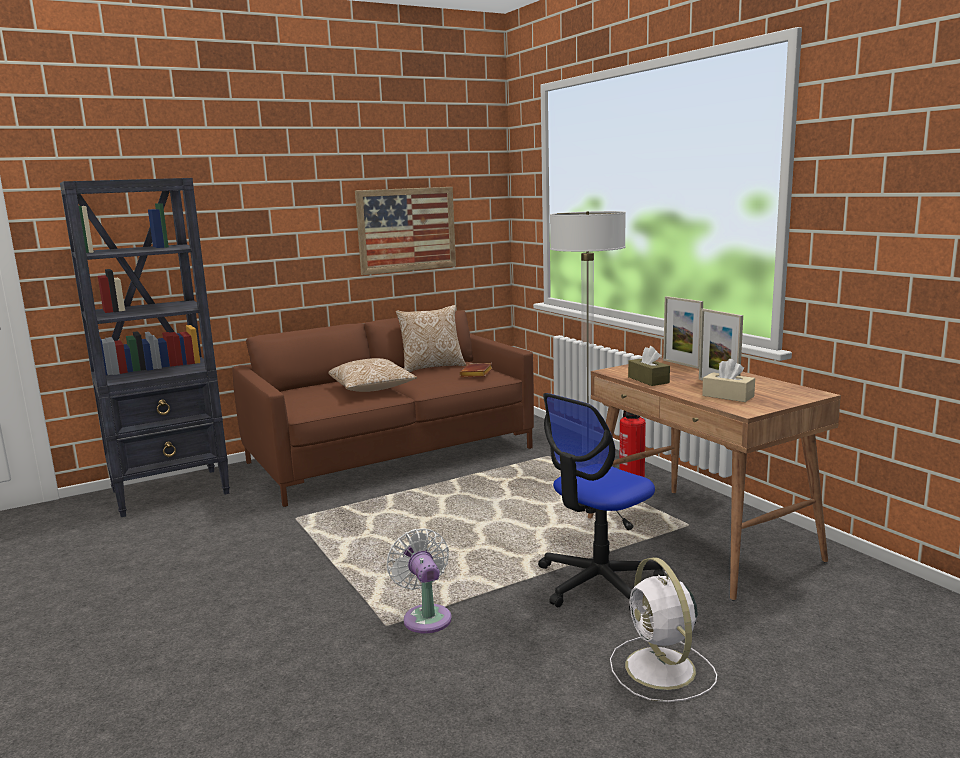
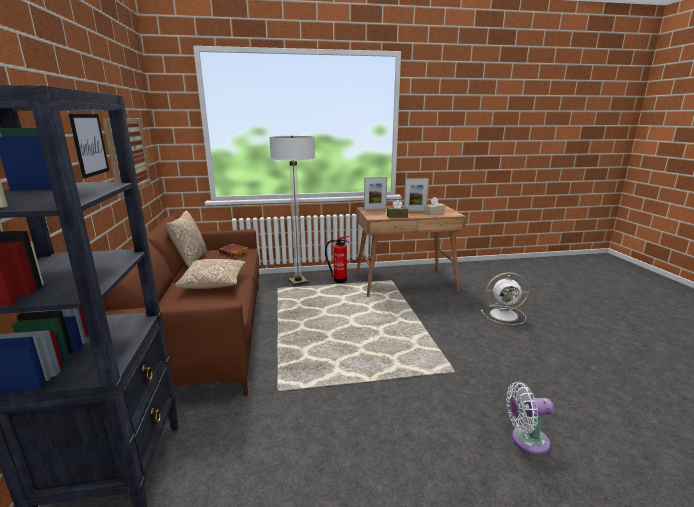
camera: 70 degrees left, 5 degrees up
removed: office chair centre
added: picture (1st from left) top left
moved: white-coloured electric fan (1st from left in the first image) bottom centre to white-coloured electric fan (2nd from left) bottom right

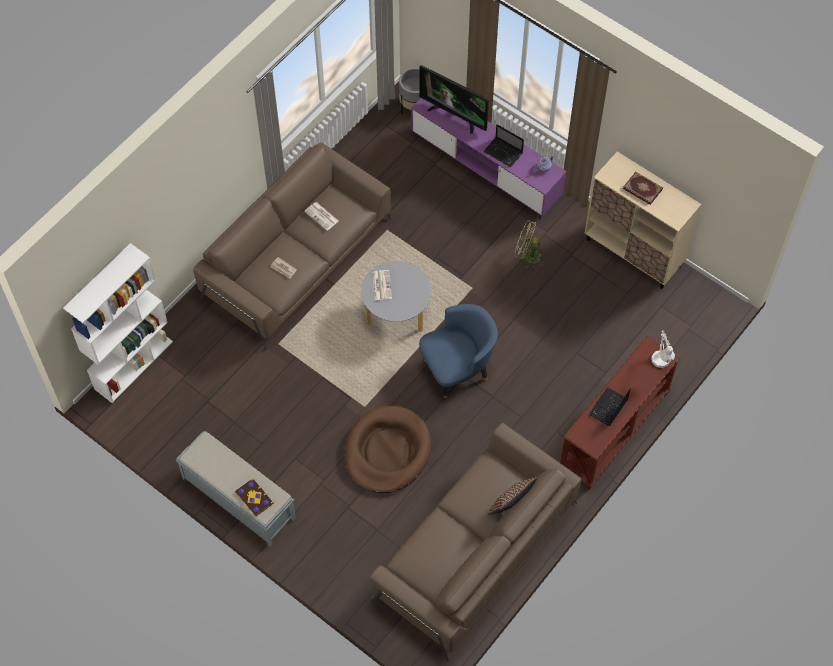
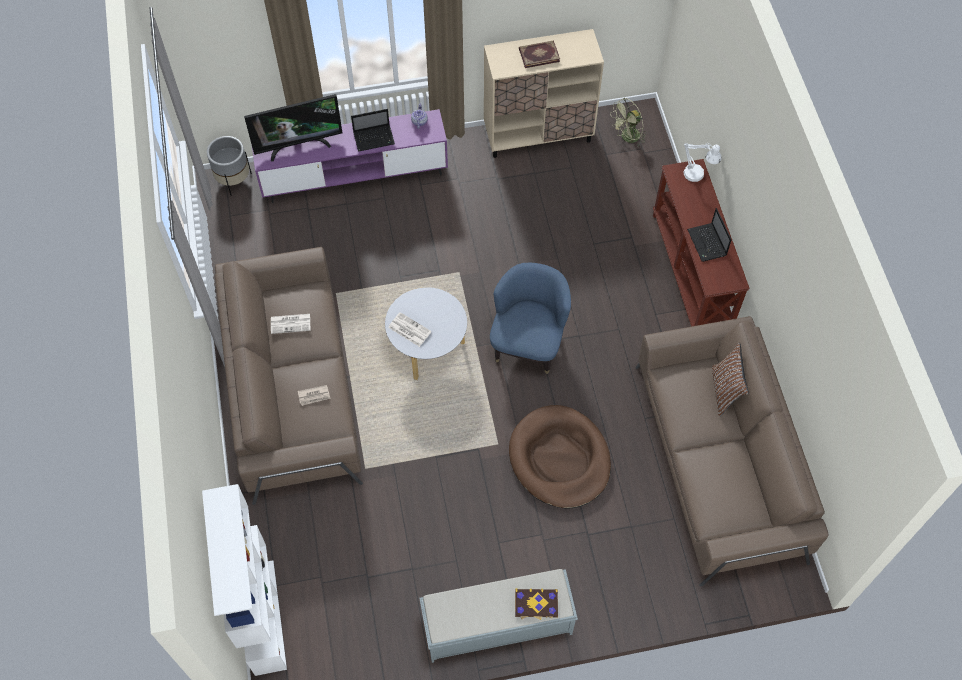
camera: 50 degrees left, 0 degrees up
moved: green-coloured electric fan centre to top centre

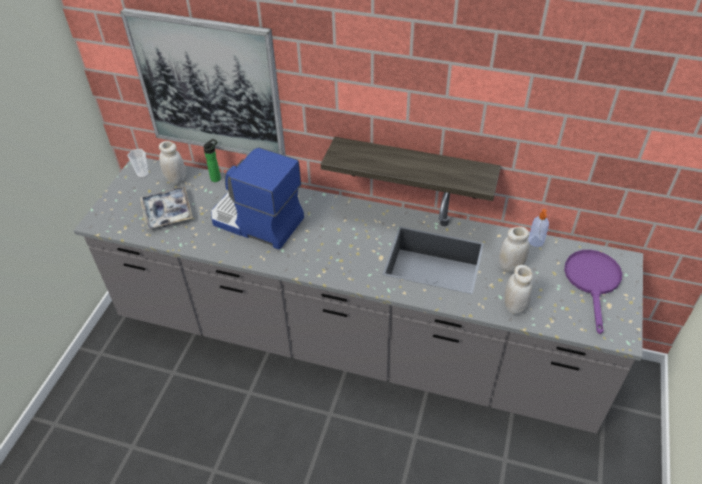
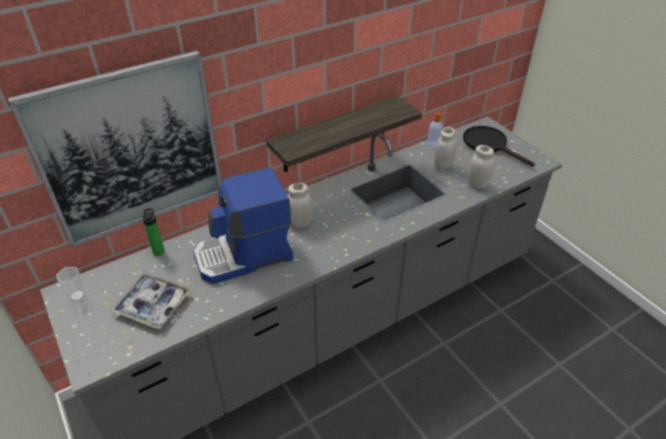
camera: 50 degrees left, 5 degrees down
moved: white-coloured storage jar (1st from left) middle left to centre
recoloured: purple skillet middle right to black skillet top right

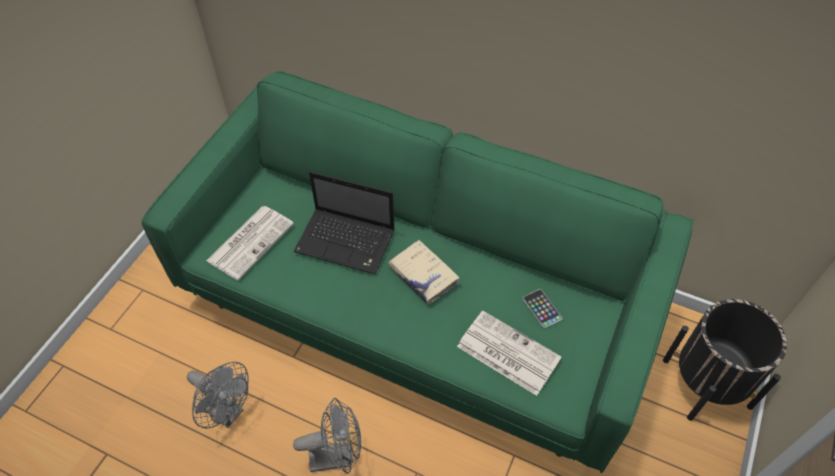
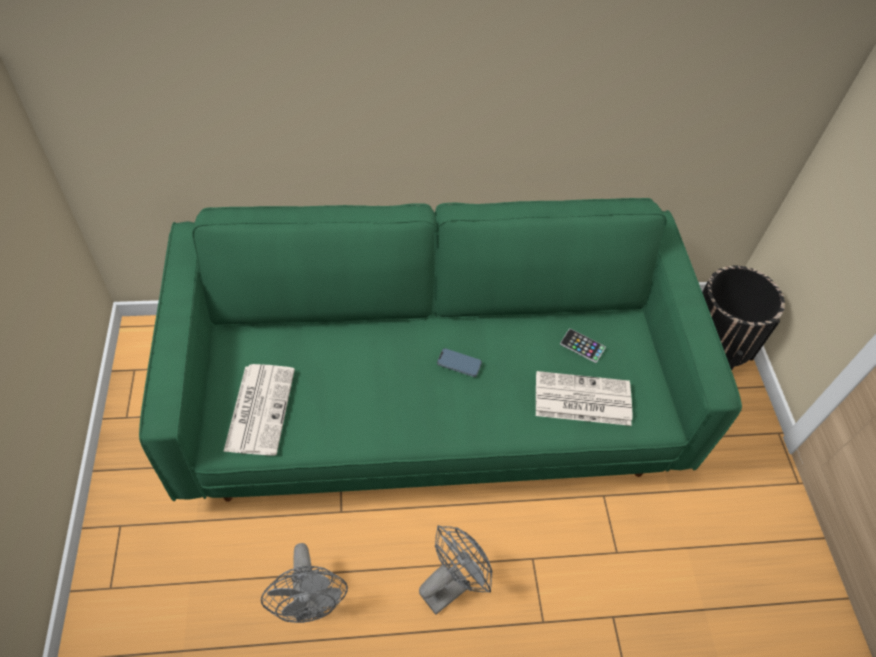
camera: 35 degrees left, 0 degrees up
removed: portable computer centre
replaced: sand-coloured book centre to telephone (1st from left) centre
turned: gray electric fan (1st from left) bottom left = bottom centre 75 degrees clockwise

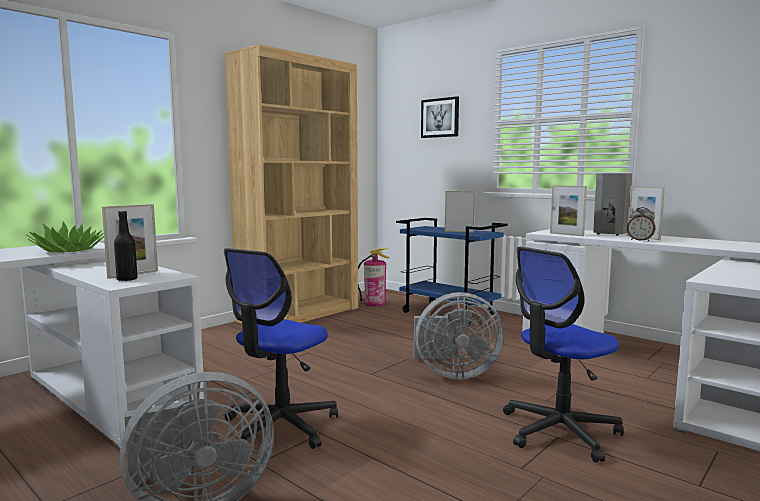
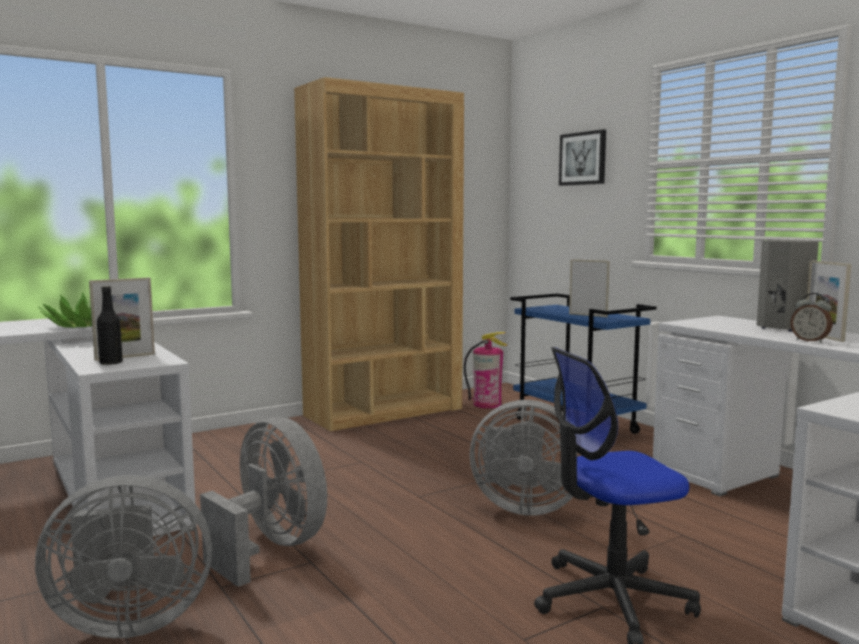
camera: 15 degrees right, 0 degrees up
removed: picture frame (3rd from left) middle right
replaced: office chair (1st from left) bottom centre to gray electric fan (2nd from left) bottom left

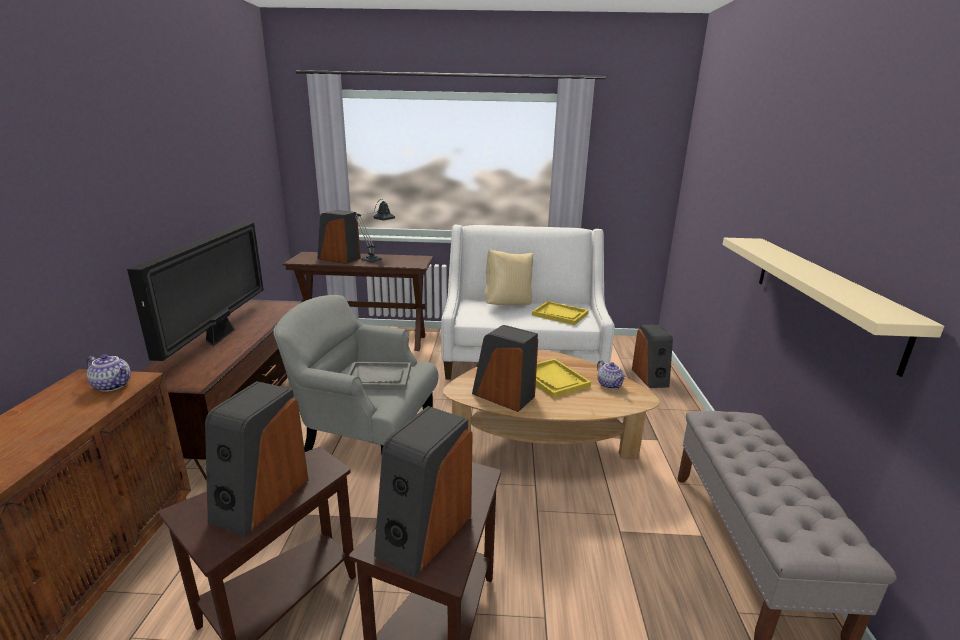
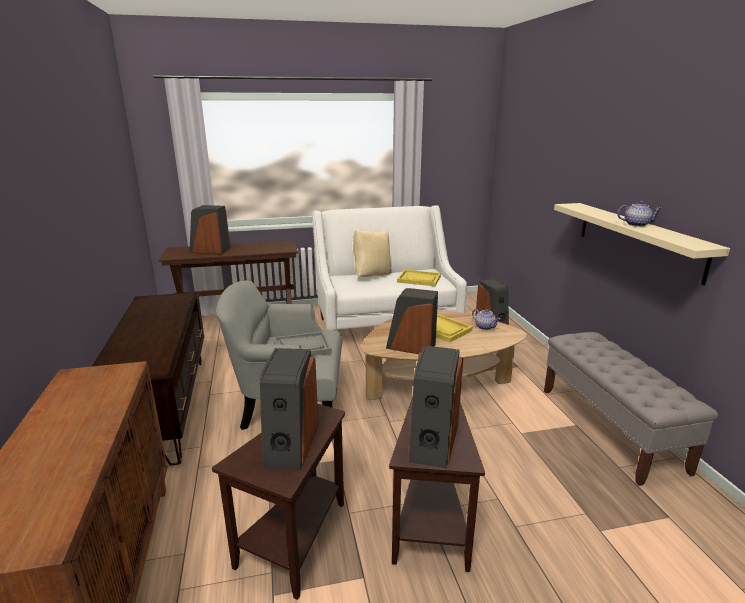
camera: 15 degrees left, 0 degrees up
removed: table lamp centre; TV set middle left
moved: teapot (1st from left in the first image) middle left to teapot (2nd from left) middle right

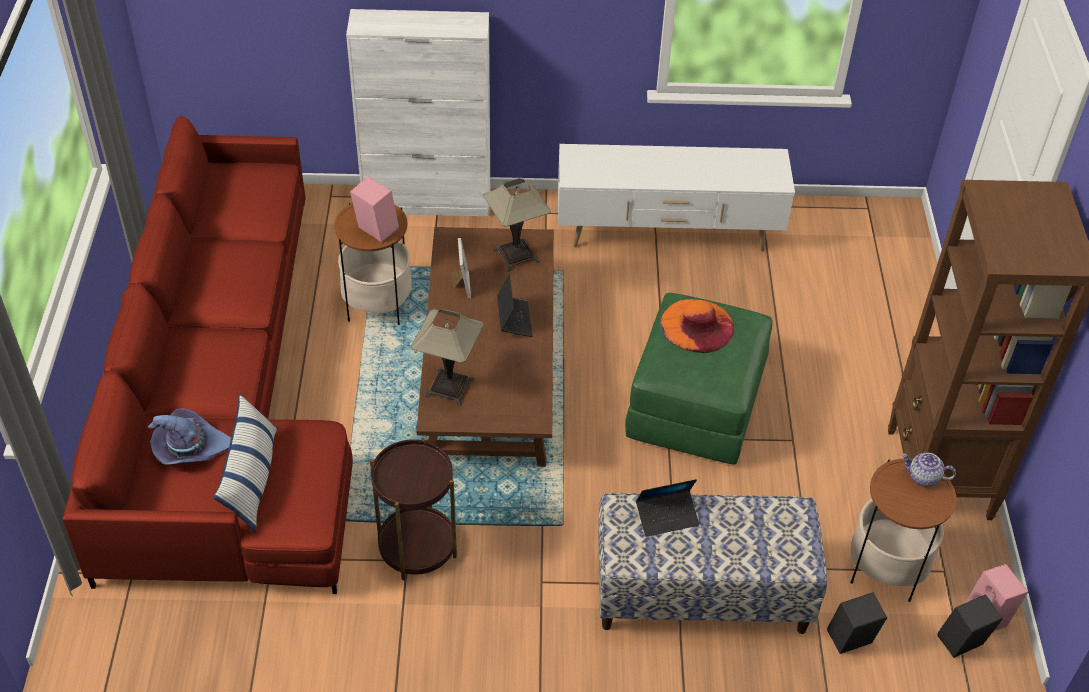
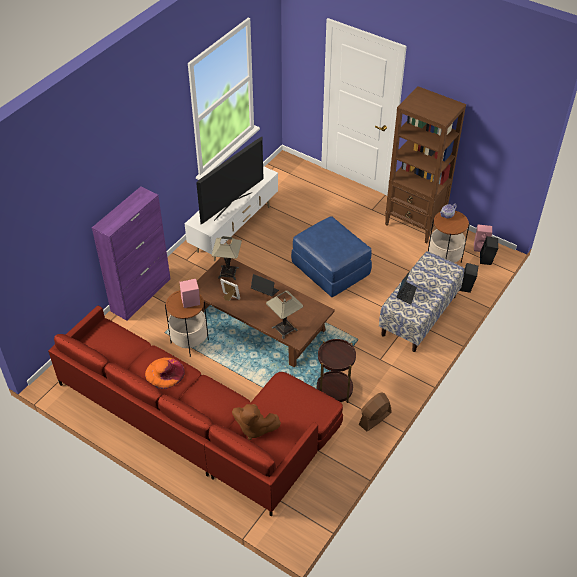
camera: 55 degrees left, 0 degrees up
removed: cushion bottom left
added: TV set top centre; brownish electric fan bottom centre
moved: orange-coloured clothing hat centre to middle left
replaced: purple clothing hat middle left to brownish plush toy bottom centre
recoloured: white-coloured storage cabinet top centre to purple storage cabinet middle left; green-coloured pouffe centre to blue-coloured pouffe centre

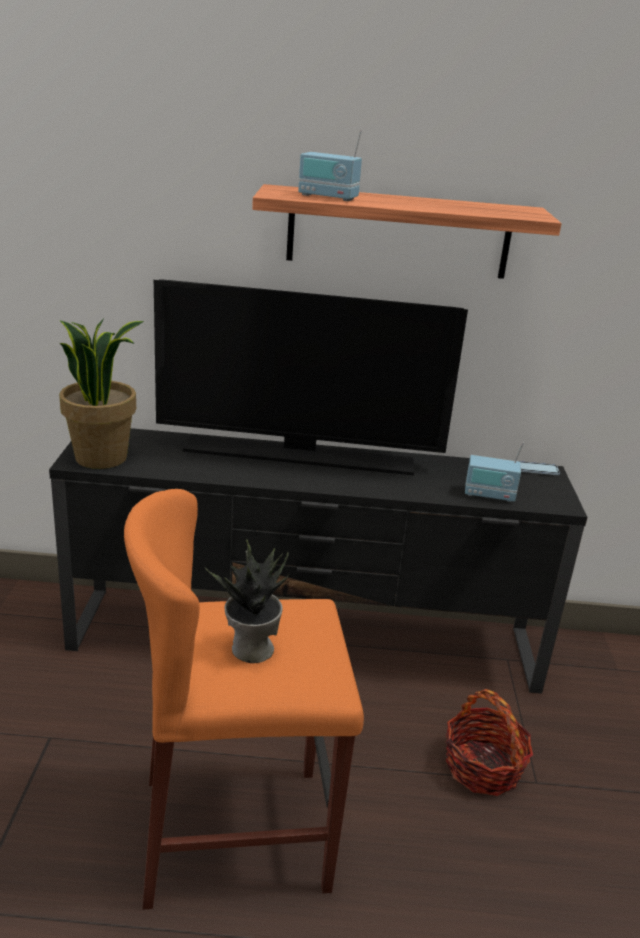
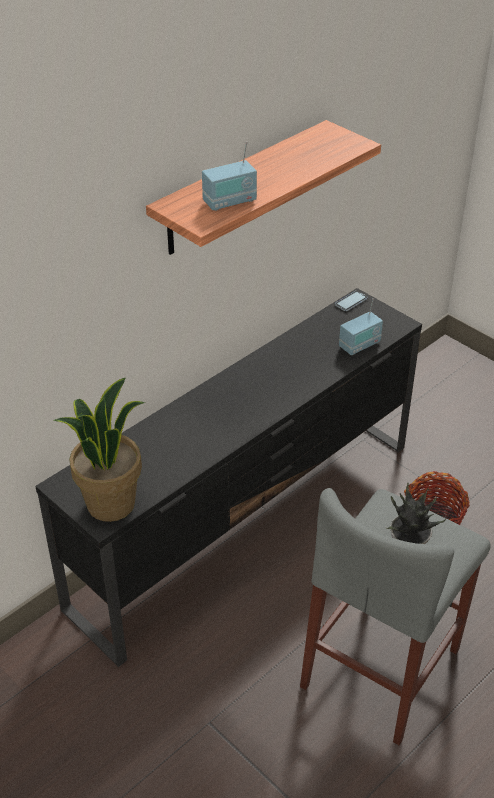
camera: 45 degrees left, 15 degrees up
removed: TV set centre
recoloured: orange-coloured sitting stool bottom centre to gray sitting stool bottom right

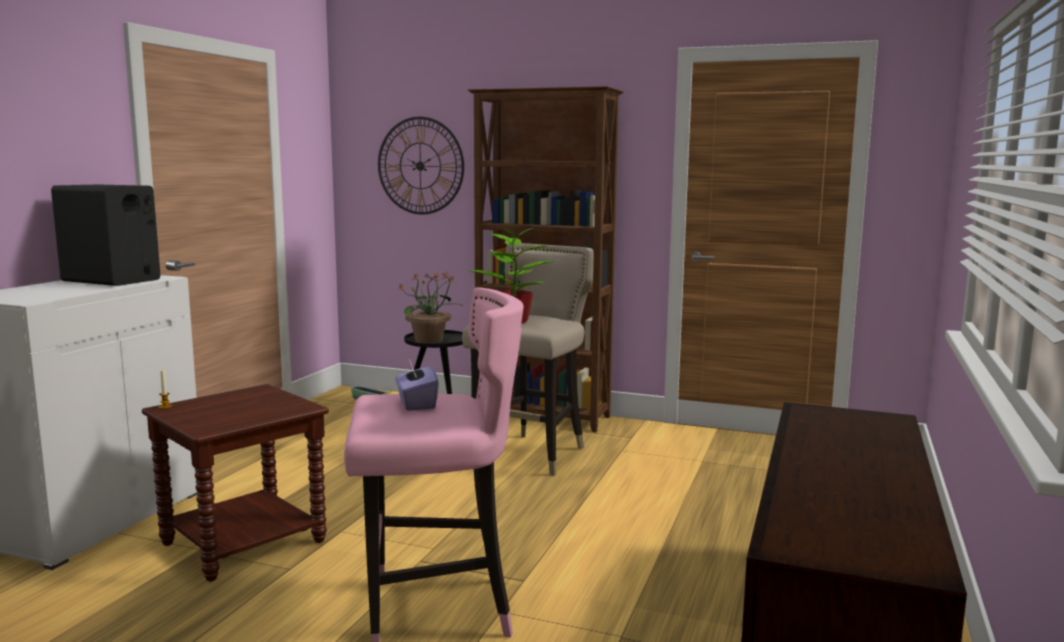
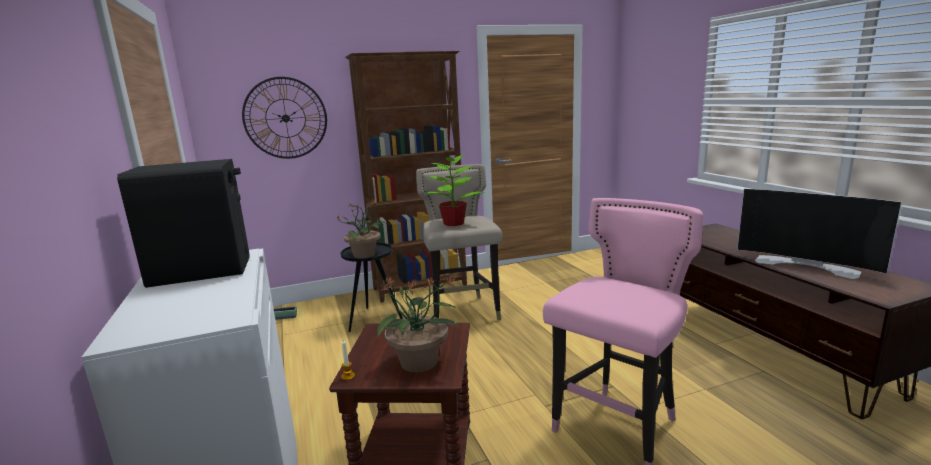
camera: 40 degrees left, 5 degrees up
removed: purple tissue box centre
added: TV set middle right; houseplant (2nd from left) bottom centre

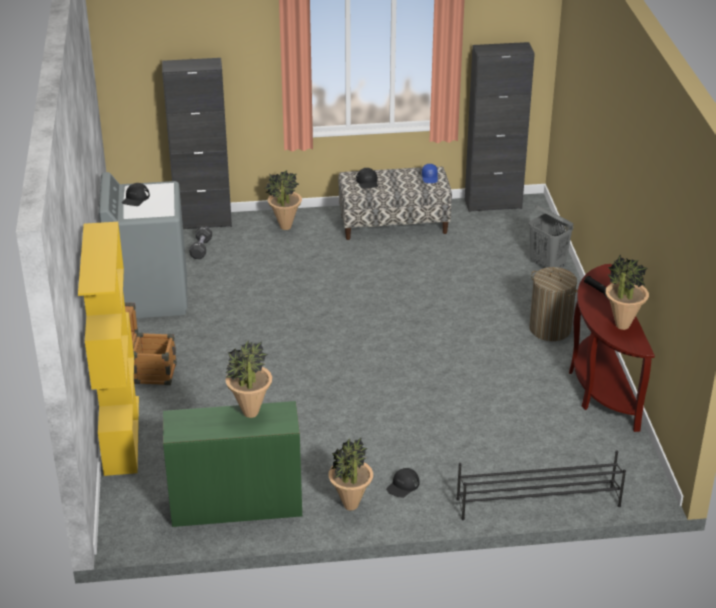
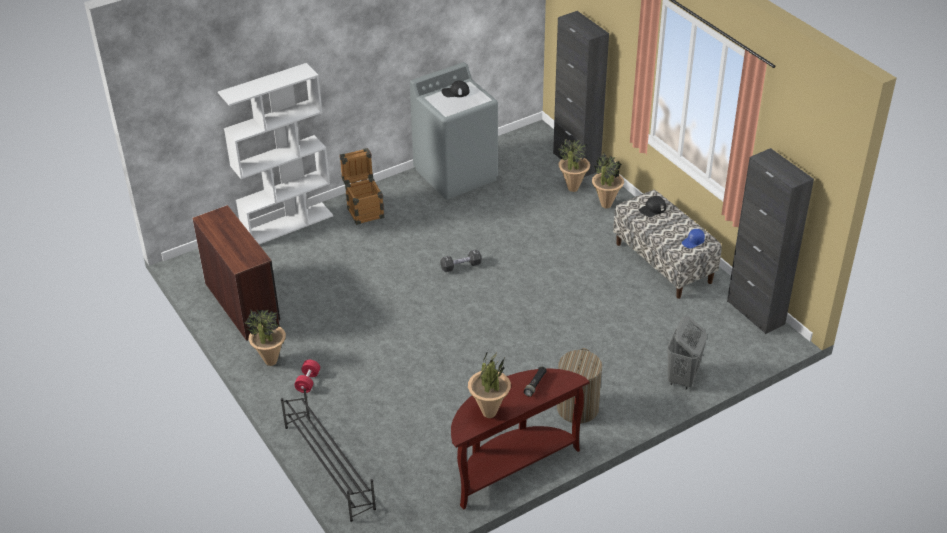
camera: 65 degrees right, 5 degrees up
moved: black free weight middle left to centre; houseplant (1st from left in the first image) centre to houseplant (3rd from left) top centre
replaced: black baseball cap (3rd from left) bottom centre to red-coloured free weight bottom left
recoloured: yellow-coloured bookshelf middle left to white-coloured bookshelf top left; green-coloured desk bottom left to brownish desk middle left

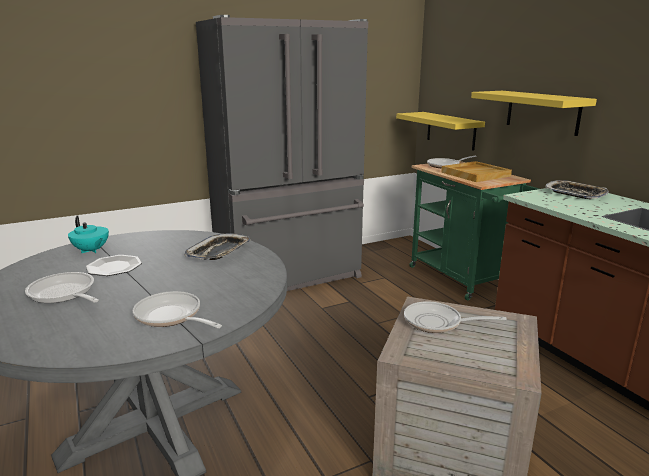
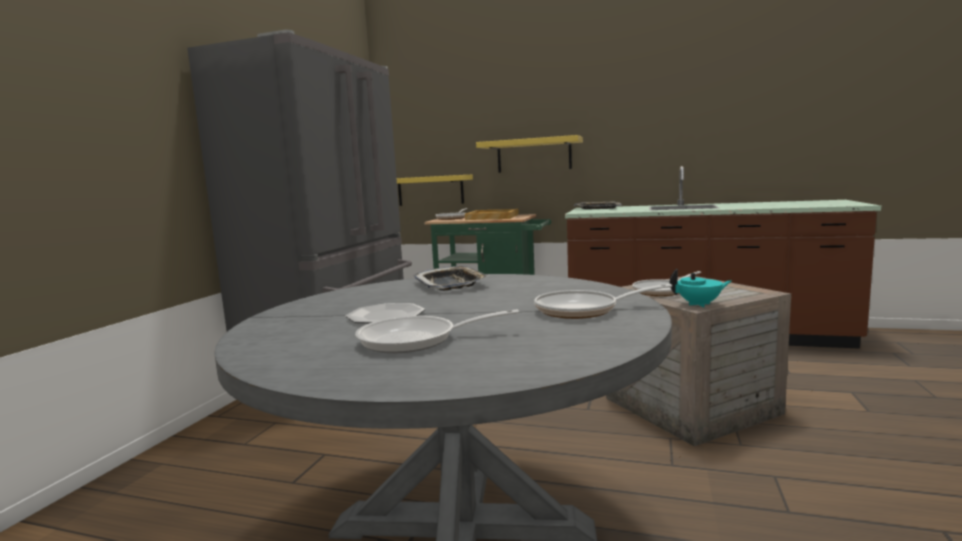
camera: 45 degrees left, 10 degrees down
moved: turquoise teapot middle left to middle right

